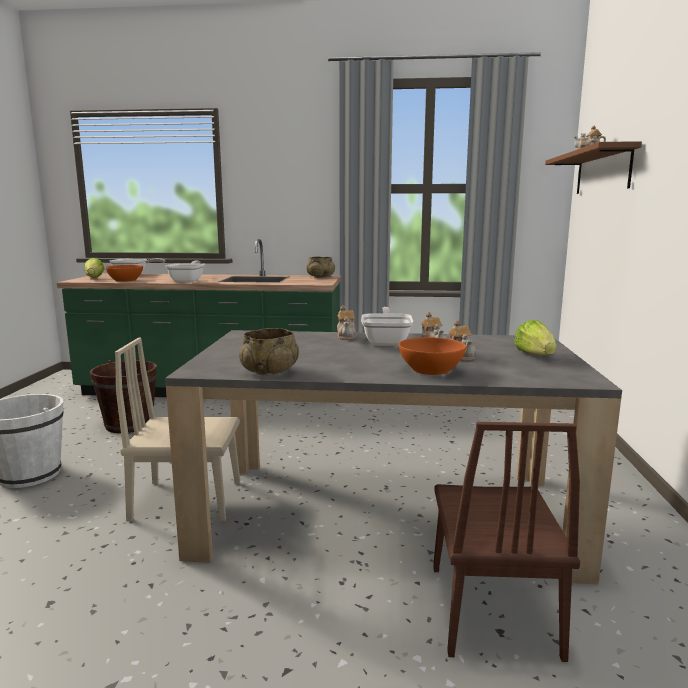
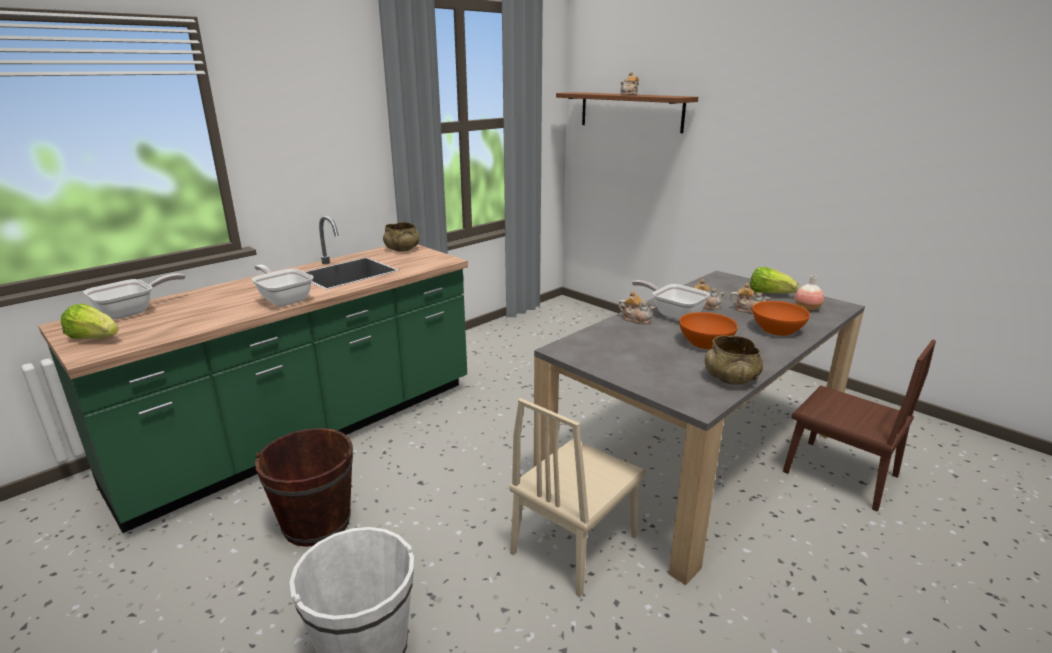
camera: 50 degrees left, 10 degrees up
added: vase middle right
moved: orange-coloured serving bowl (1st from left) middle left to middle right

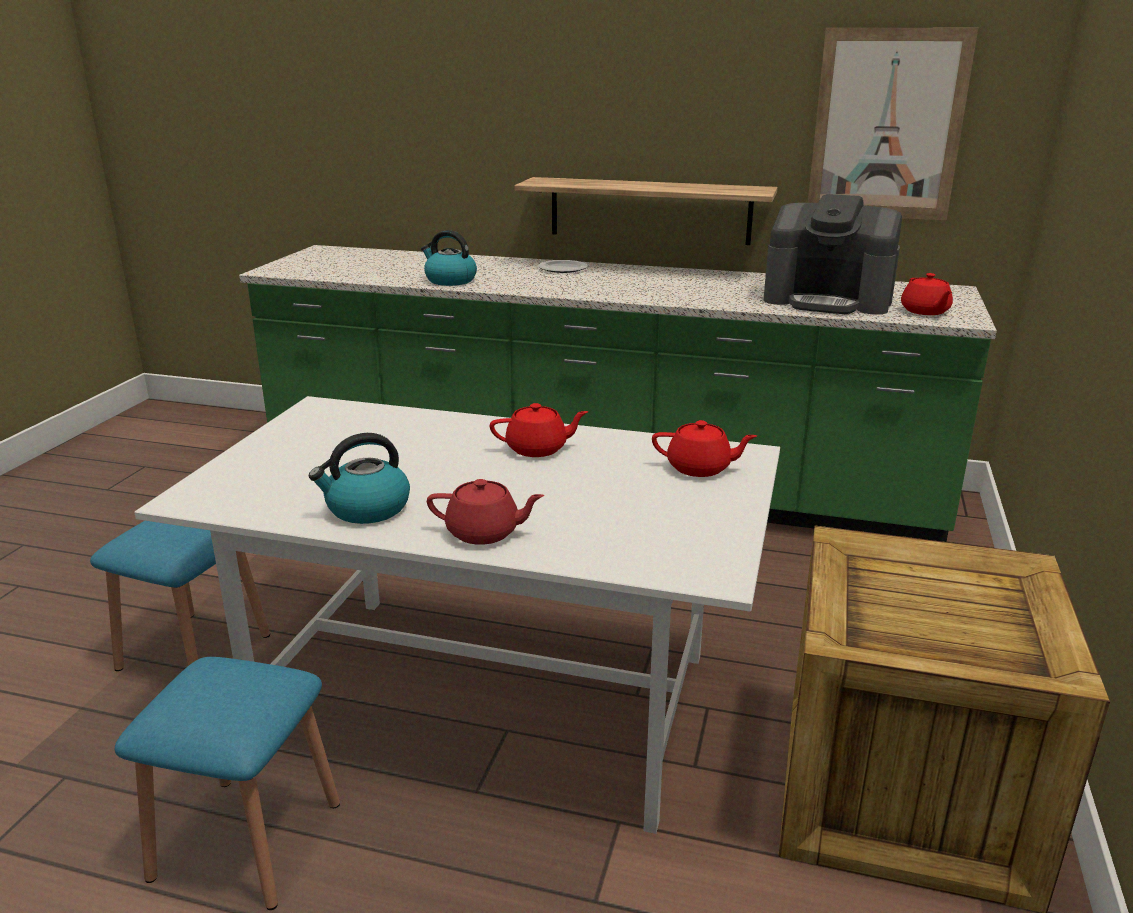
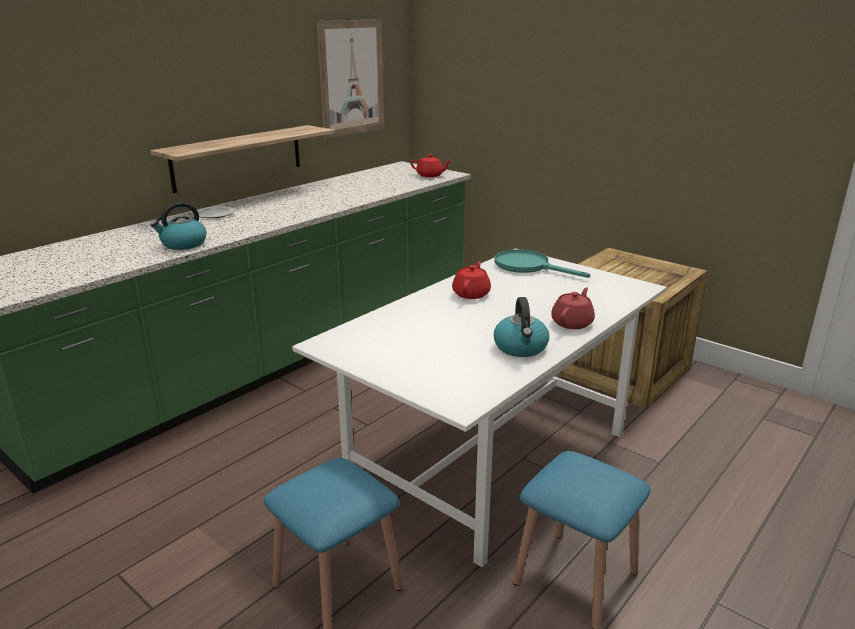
camera: 65 degrees left, 0 degrees up
removed: coffee maker top right
replaced: red-coloured teapot (3rd from left) centre to turquoise skillet centre

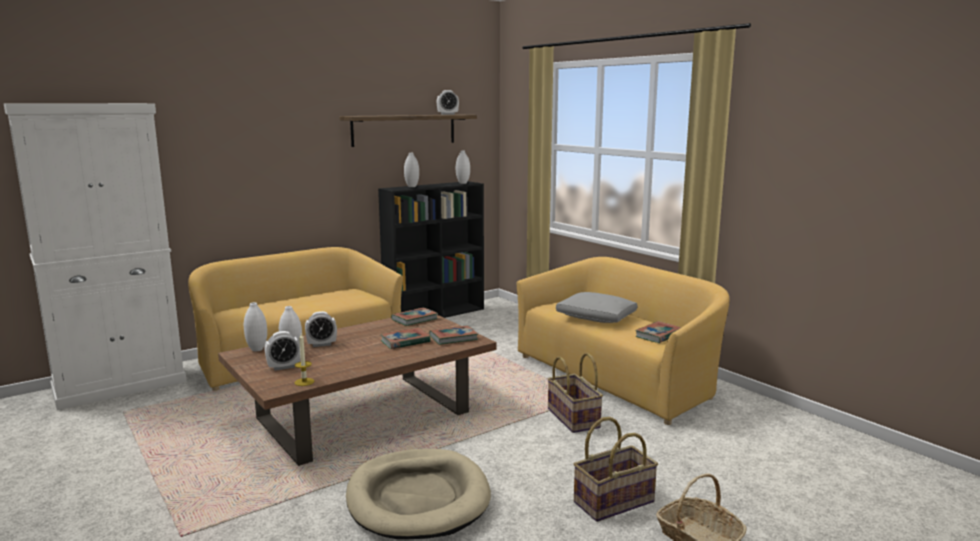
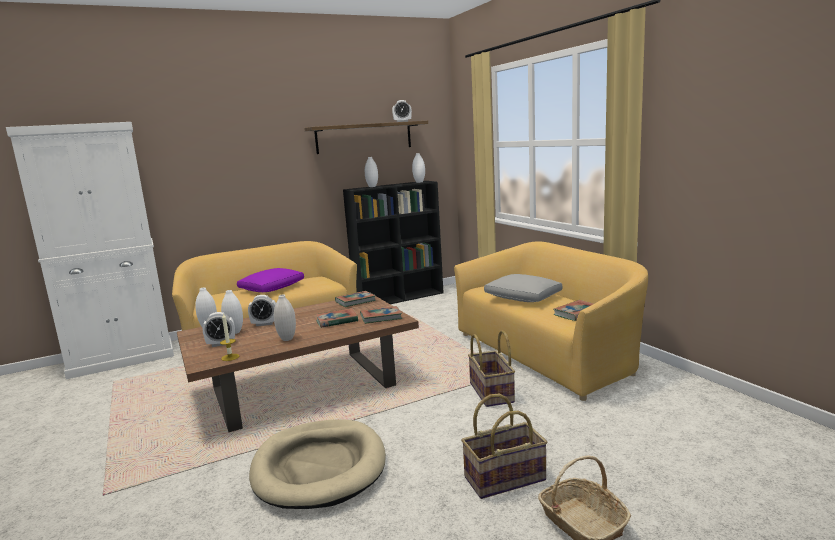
camera: 10 degrees right, 0 degrees up
added: purple cushion middle left; white-coloured vase (3rd from left) centre

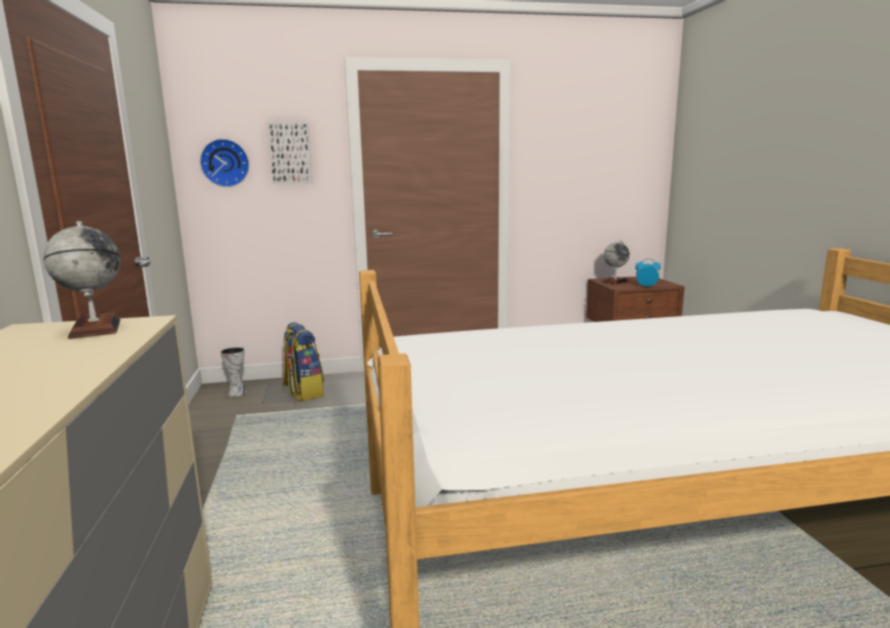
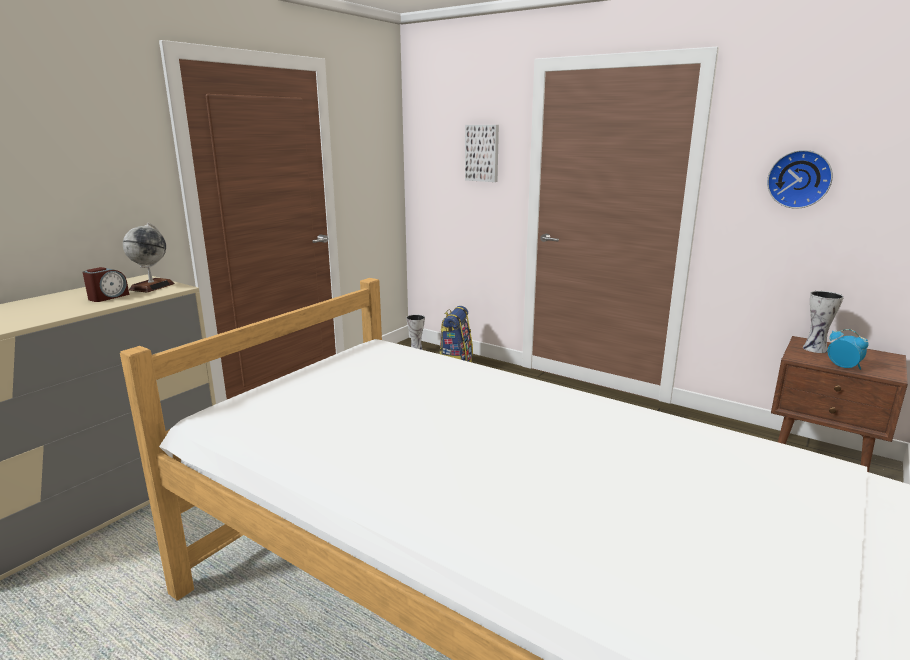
camera: 45 degrees right, 5 degrees up
added: bedside clock (1st from left) middle left
moved: clock on the wall top left to top right
replaced: desk globe (2nd from left) middle right to vase (2nd from left) middle right

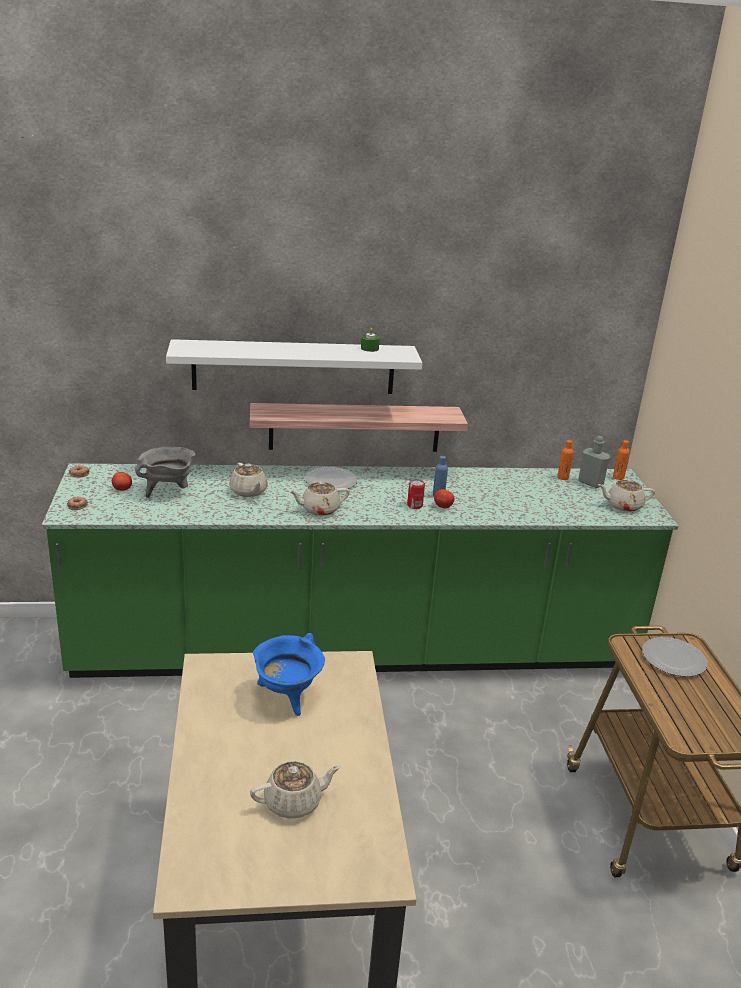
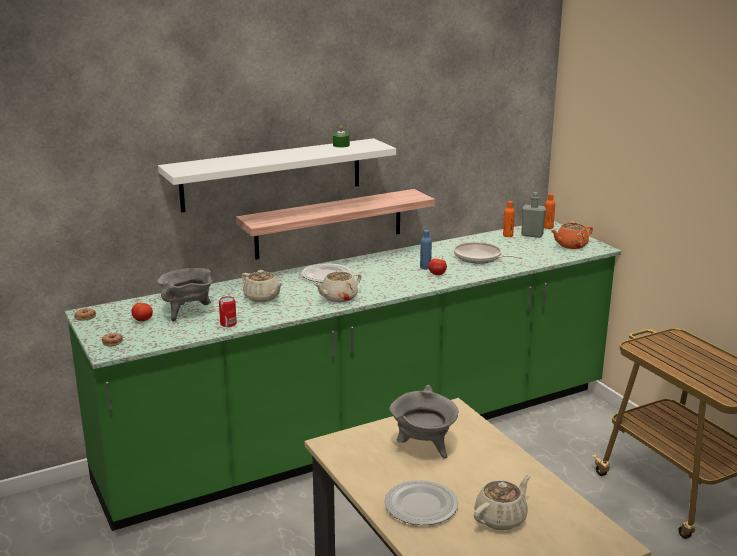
camera: 20 degrees left, 5 degrees down
added: skillet centre
moved: can centre to middle left; flat dish (2nd from left) middle right to bottom centre
recoloured: sand-coloured teapot (4th from left) middle right to orange-coloured teapot middle right; blue-coloured saucepot bottom centre to gray saucepot (2nd from left) bottom centre

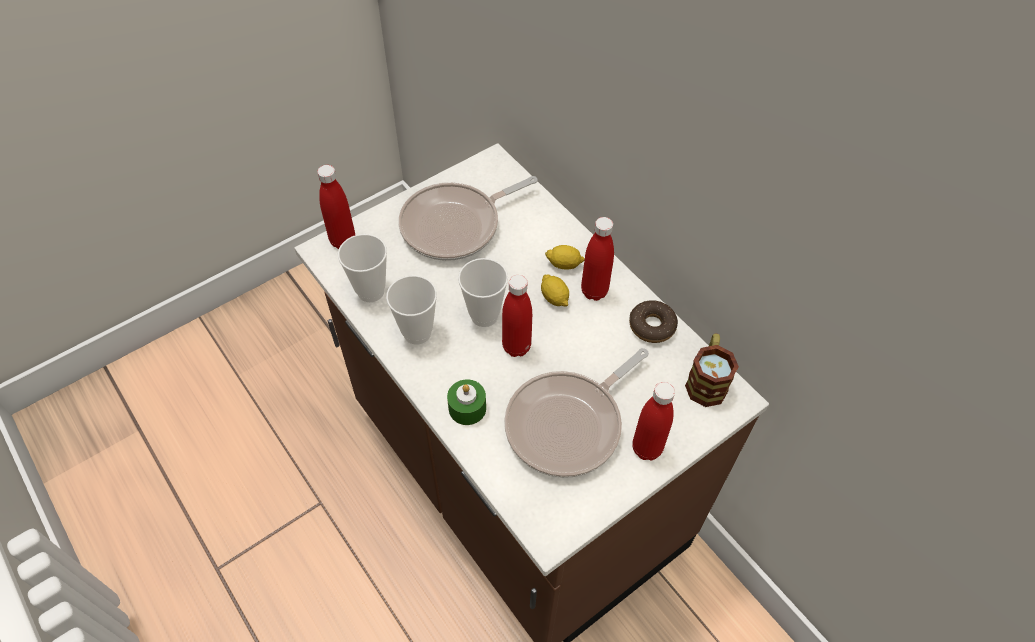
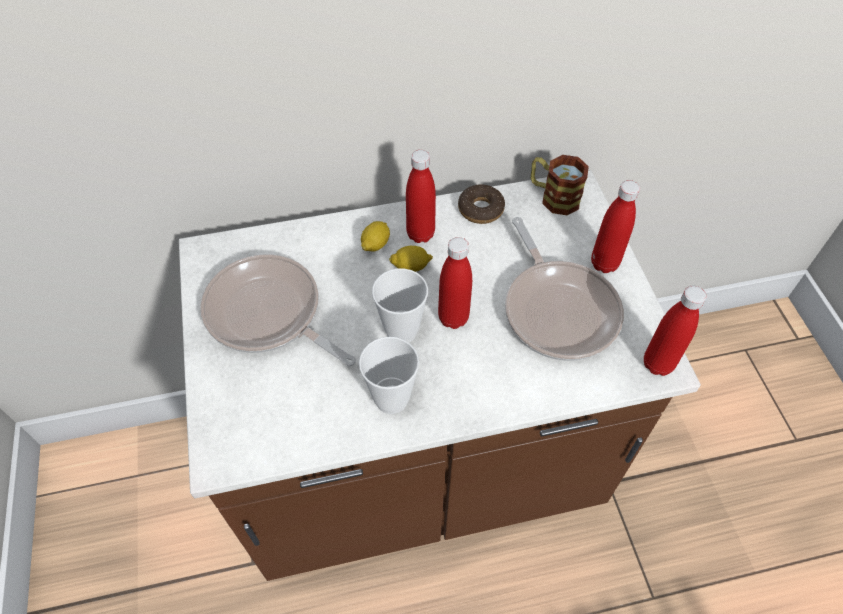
camera: 65 degrees left, 0 degrees up
removed: cup (1st from left) centre; green-coloured wax light centre
moved: red-coloured beverage bottle (1st from left in the first image) top left to red-coloured beverage bottle (4th from left) middle right
turned: skillet (1st from left) centre = middle left 135 degrees clockwise

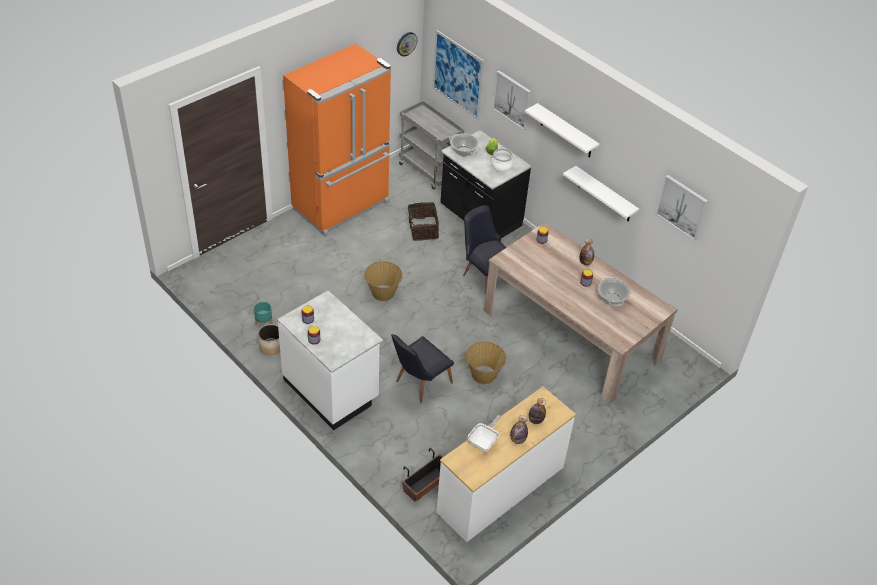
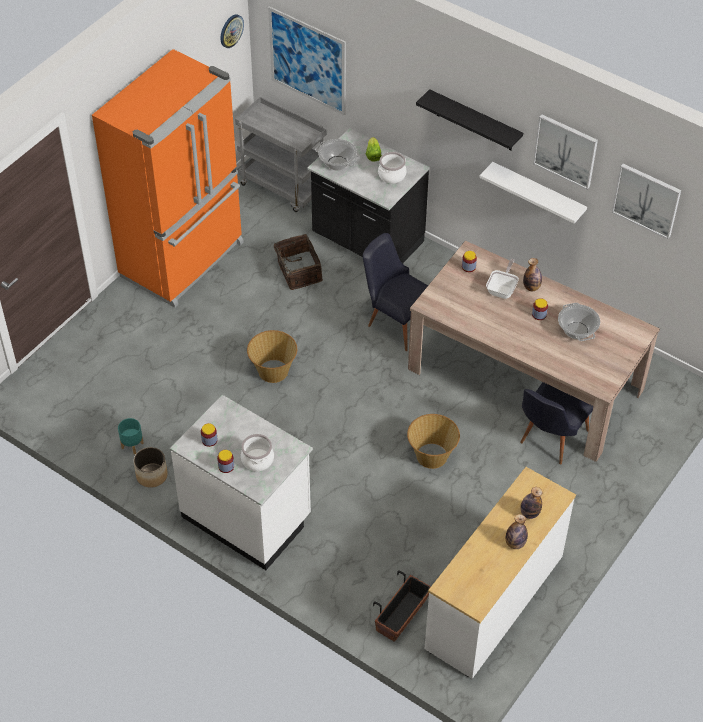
camera: 10 degrees left, 5 degrees up
added: saucepot (1st from left) centre
moved: picture (2nd from left) top centre to top right; black upright chair (1st from left in the first image) centre to black upright chair (2nd from left) middle right; skillet bottom centre to middle right
recoloured: white-coloured bracket shelf (1st from left) top centre to black bracket shelf top right

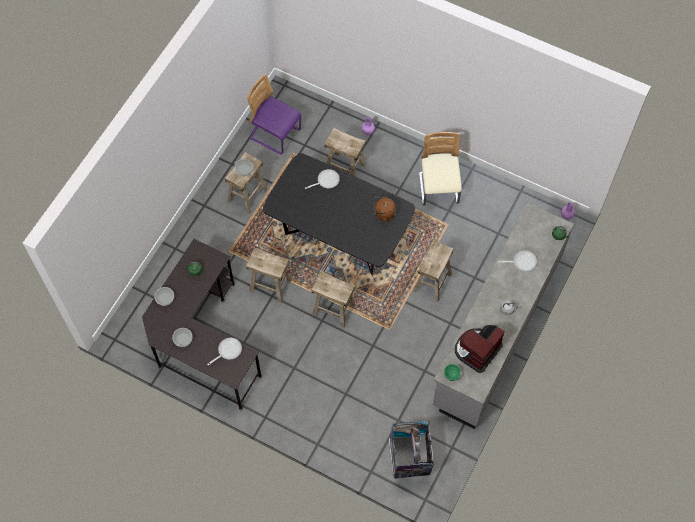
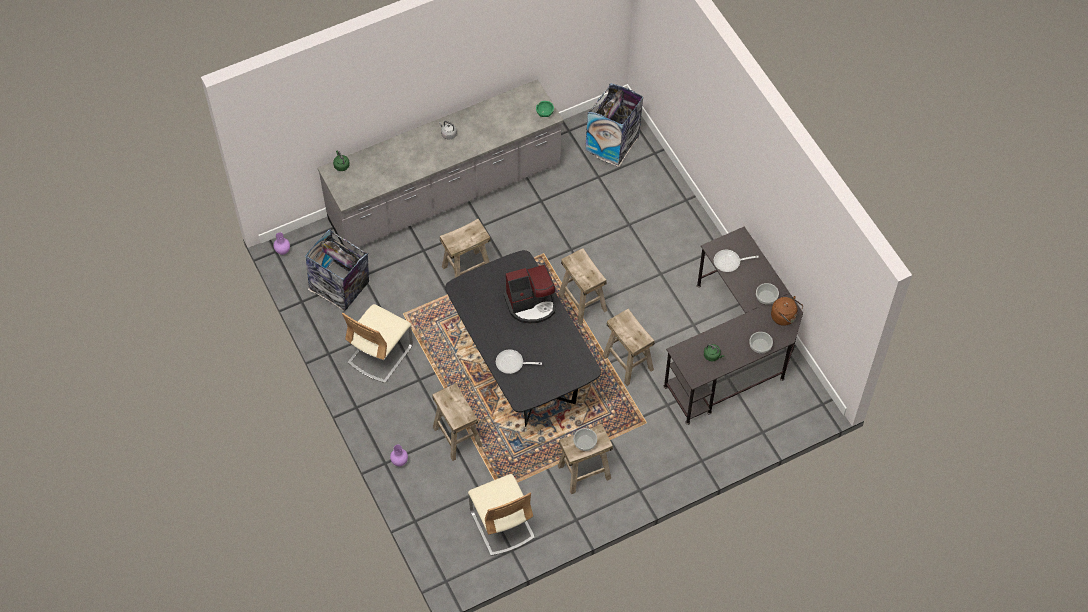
camera: 145 degrees left, 5 degrees down
removed: skillet (3rd from left) middle right
added: trash can (1st from left) middle left
moved: brownish water kettle centre to middle right; coffee maker bottom right to centre
recoloured: purple upright chair top centre to sand-coloured upright chair (2nd from left) bottom centre

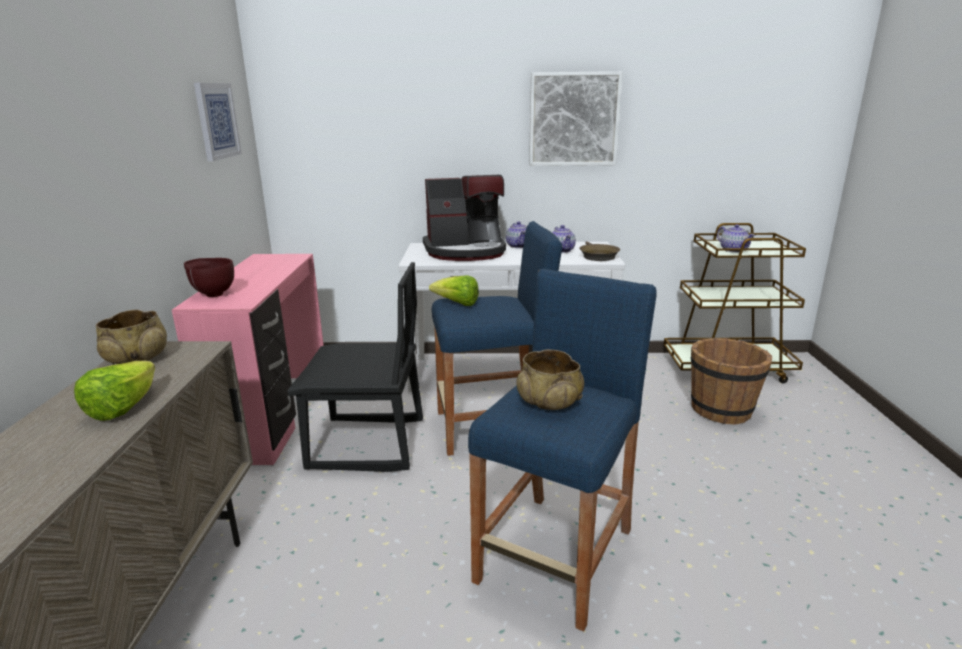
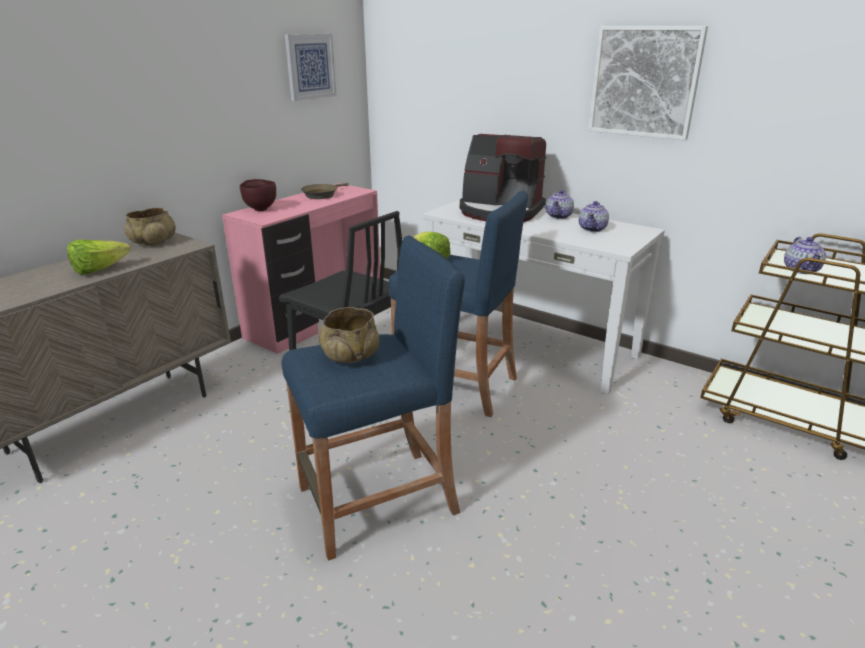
camera: 35 degrees right, 5 degrees up
removed: brownish pail middle right
moved: brownish skillet centre to top centre

